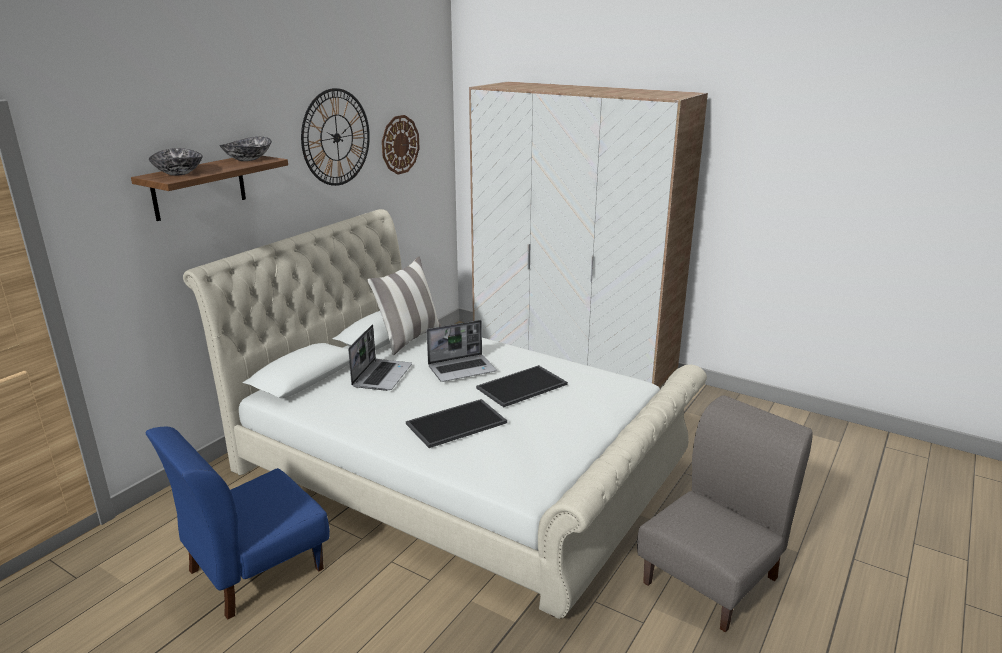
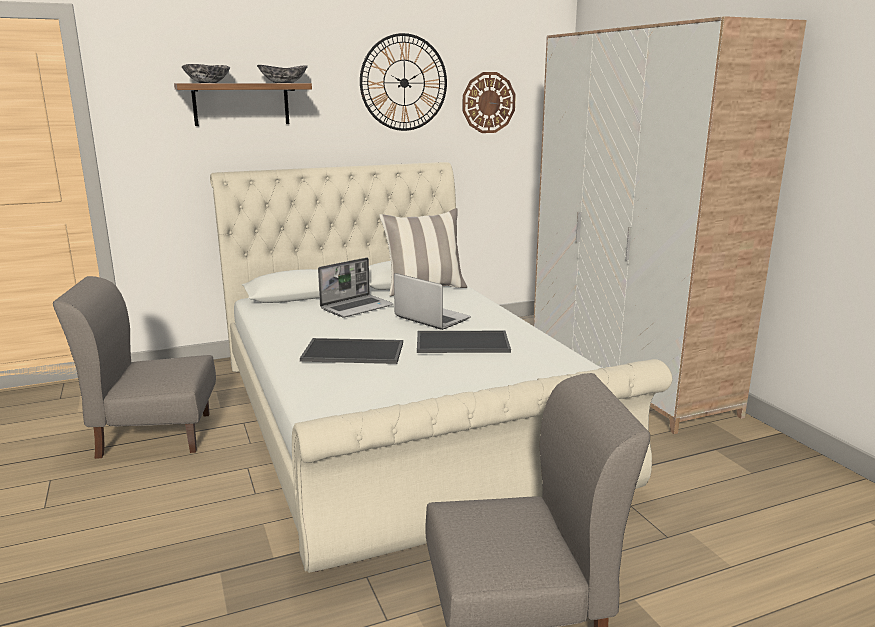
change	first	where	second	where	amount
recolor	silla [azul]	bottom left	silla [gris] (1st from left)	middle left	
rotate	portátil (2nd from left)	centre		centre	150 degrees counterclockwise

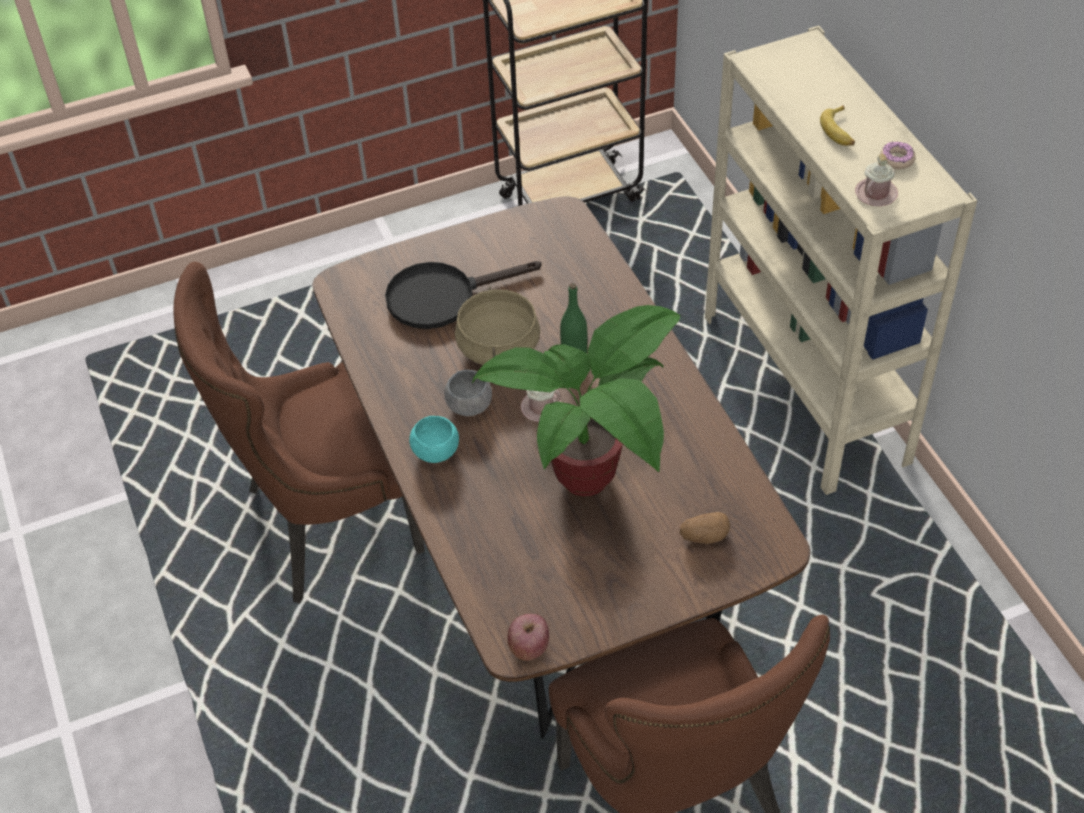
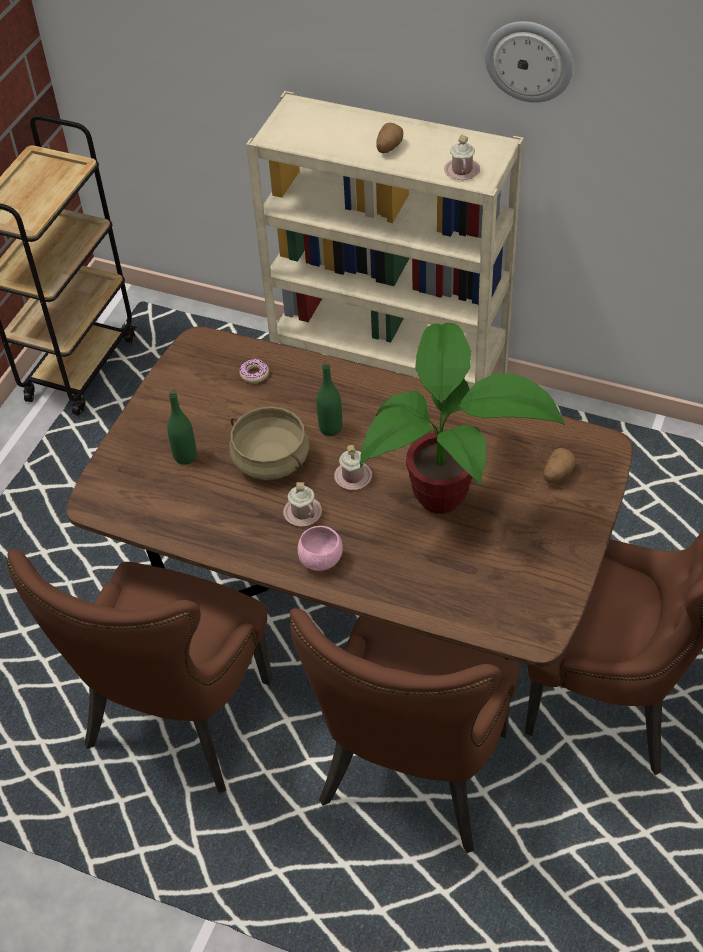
change	first	where	second	where	amount
replace	sartén [negro]	centre	botella [verde] (1st from left)	middle left	
move	rosquilla	top right		centre	
replace	cuenco [gris]	centre	taza grande [rosa] (1st from left)	centre	
insert			silla [marrón] (2nd from left)	bottom centre	
recolor	cuenco [turquesa]	centre	cuenco [rosa]	centre	
replace	plátano	top right	patata (1st from left)	top centre	
insert			reloj de pared	top right	
delete	manzana	bottom centre			

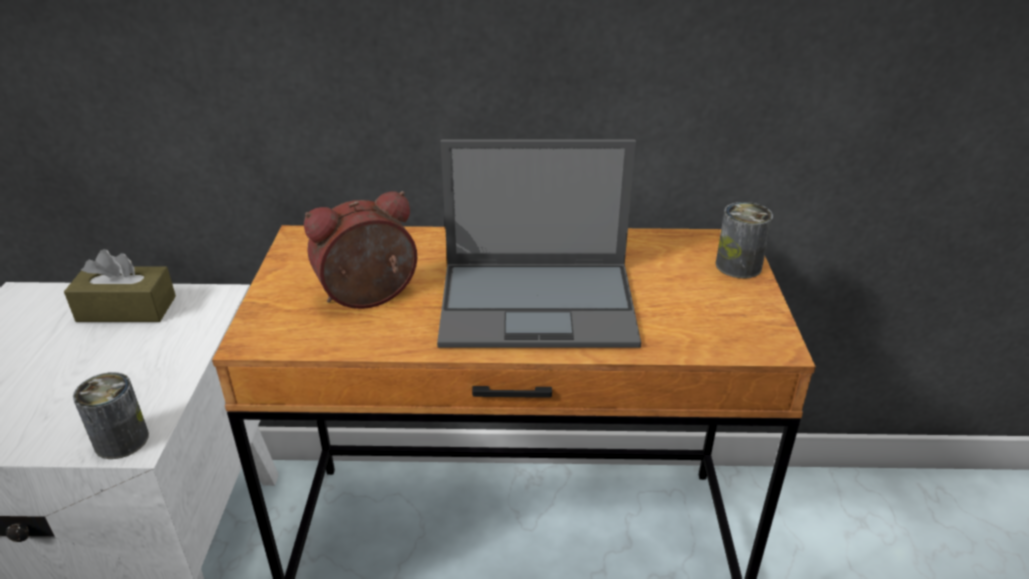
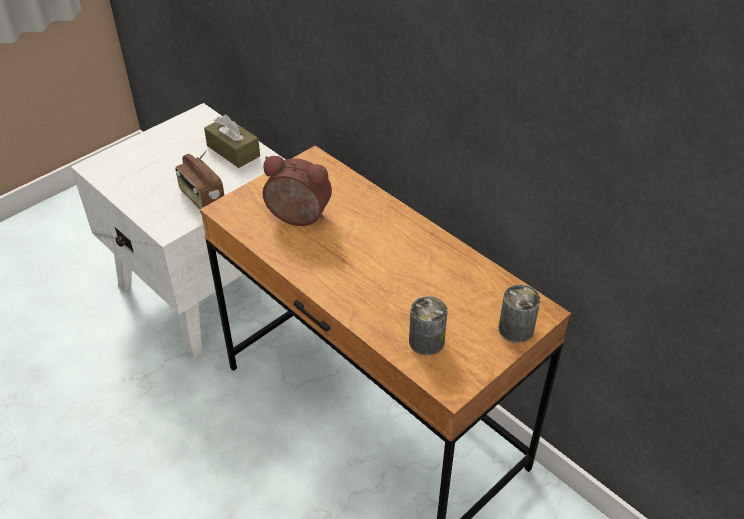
change	first	where	second	where	amount
insert			radio	middle left	
move	lata (1st from left)	bottom left		centre	
delete	portátil	centre			

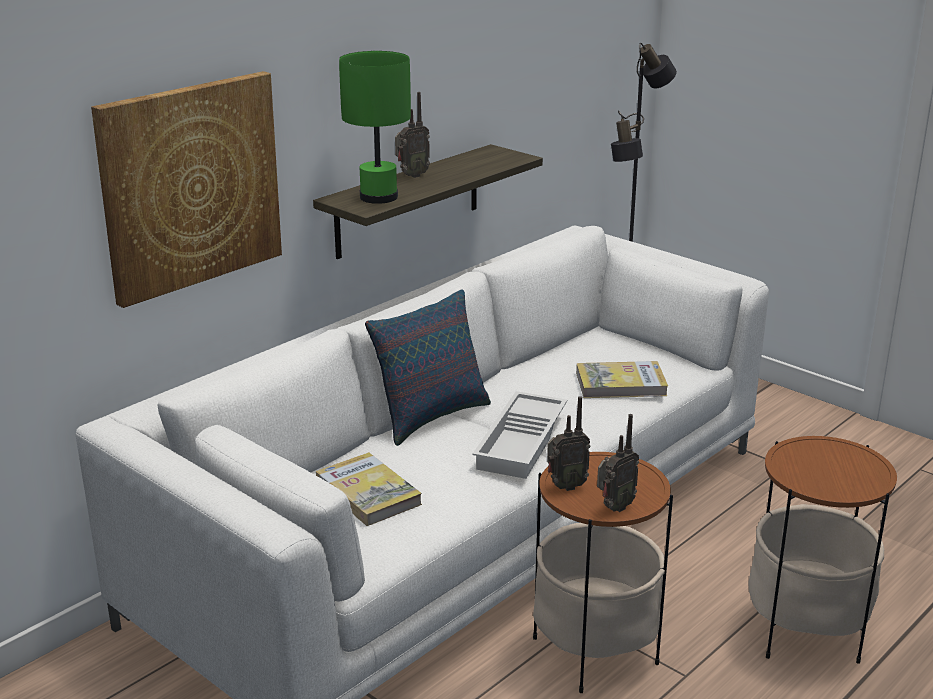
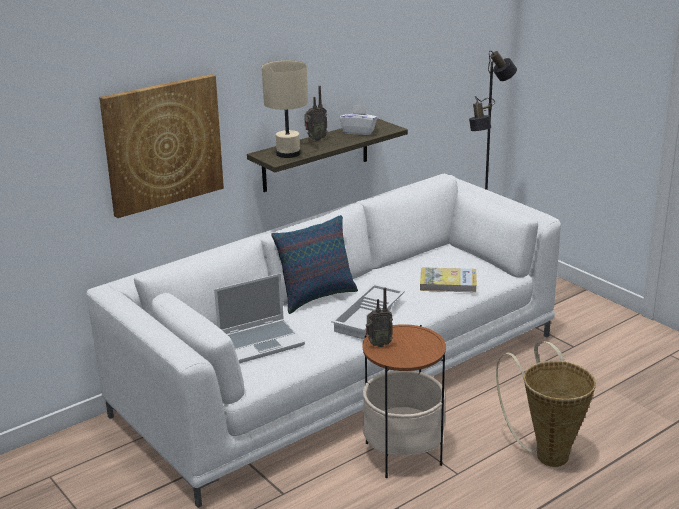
change	first	where	second	where	amount
replace	libro (1st from left)	bottom centre	portátil	centre	
recolor	lámpara de mesa [verde]	top centre	lámpara de mesa [beis]	top centre	
insert			caja de pañuelos [blanco]	top centre	
replace	mesa auxiliar (2nd from left)	bottom right	cesta	bottom right	
delete	radio (3rd from left)	centre			

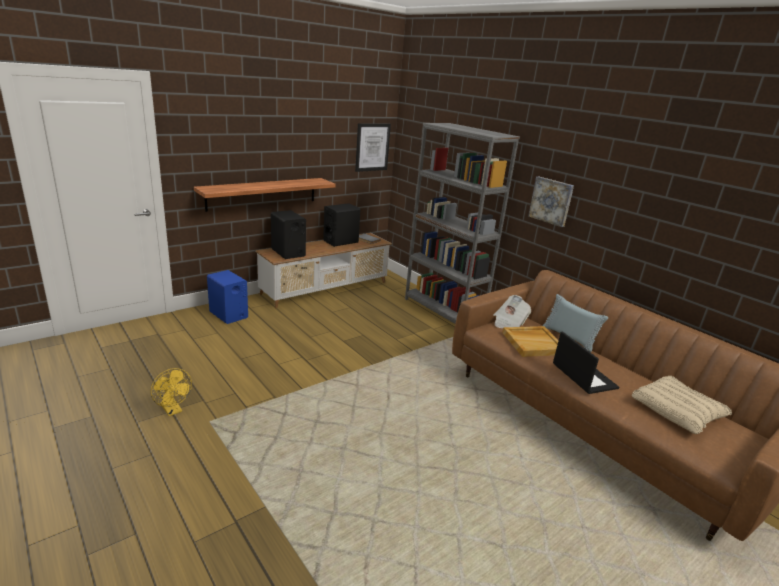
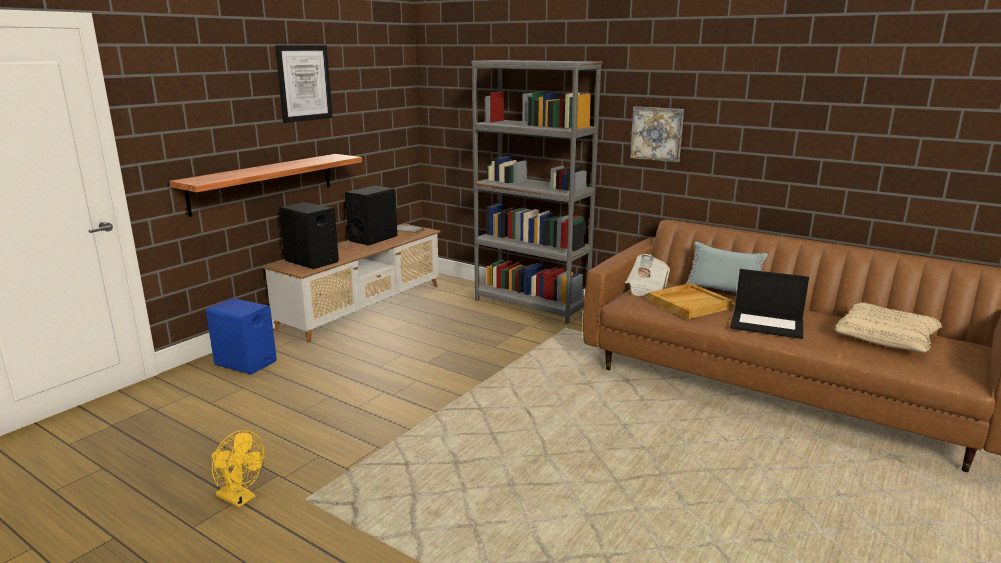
change	first	where	second	where	amount
move	cuadro (1st from left)	top centre		top left	
rotate	portátil	middle right		middle right	150 degrees clockwise

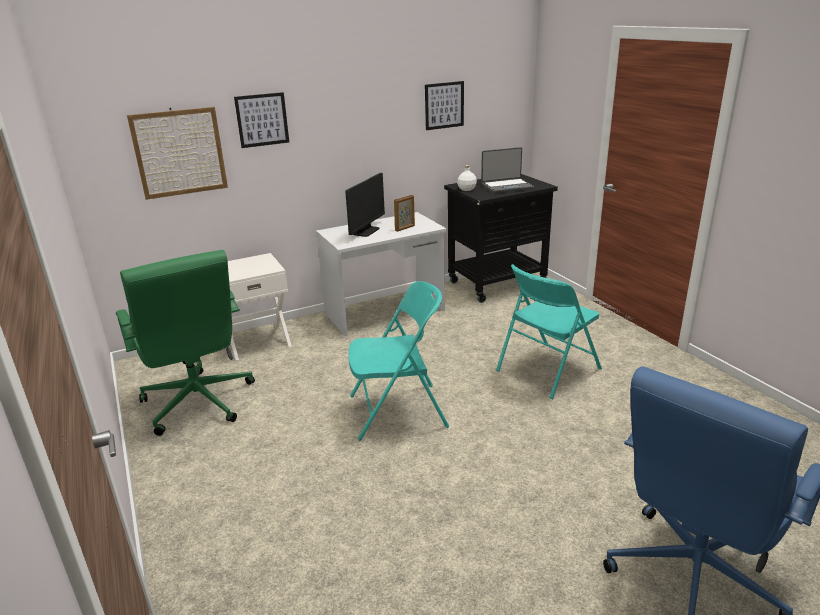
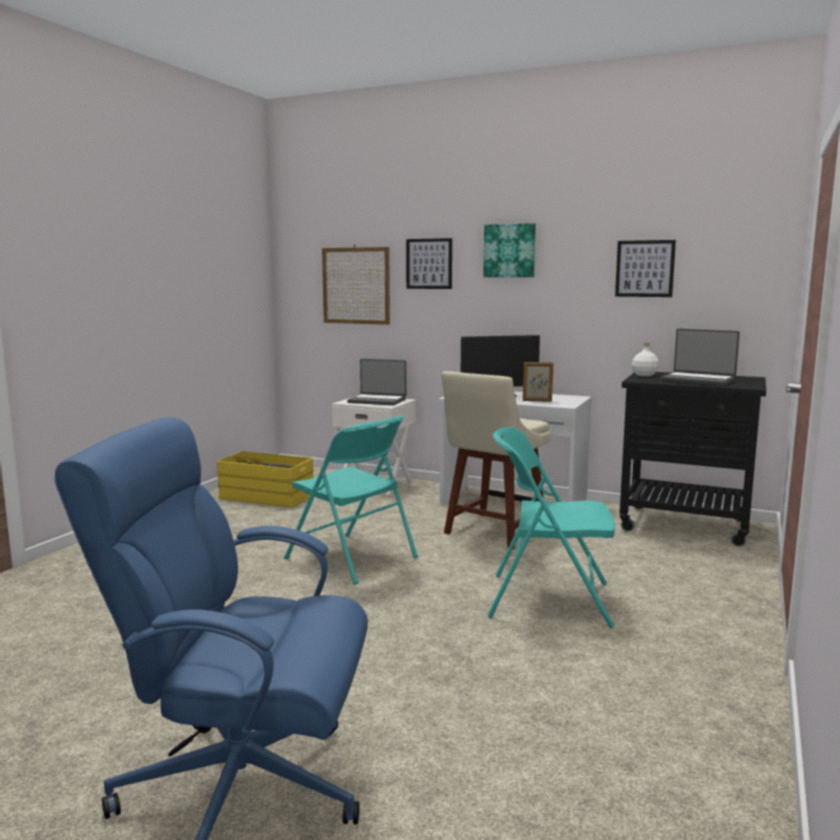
change	first	where	second	where	amount
replace	silla de oficina [verde]	middle left	caja de almacenaje [amarillo]	middle left	
insert			portátil (1st from left)	centre	
insert			taburete [beis]	centre	
insert			cuadro (3rd from left)	top centre	

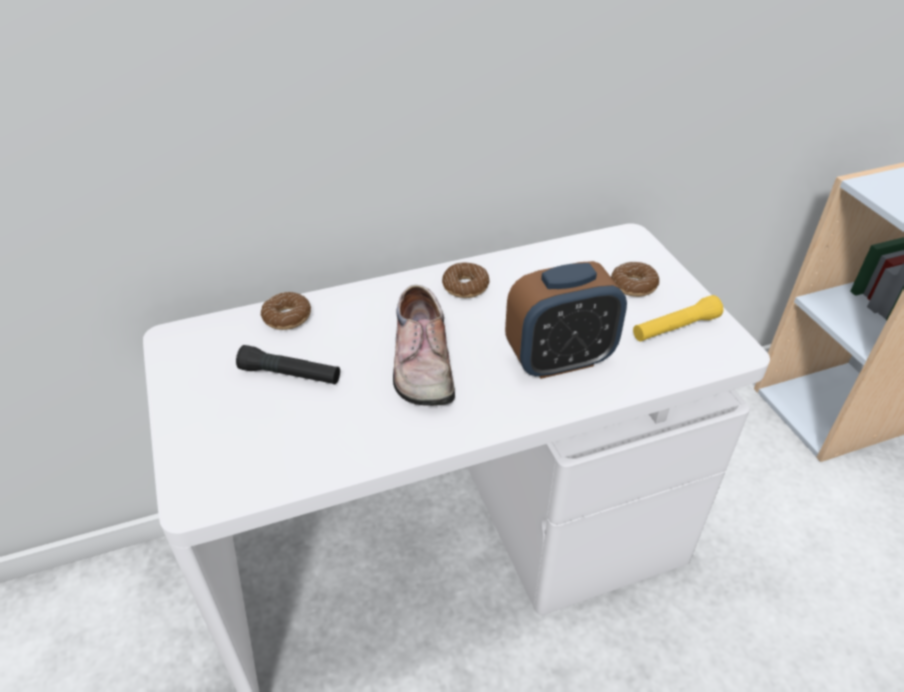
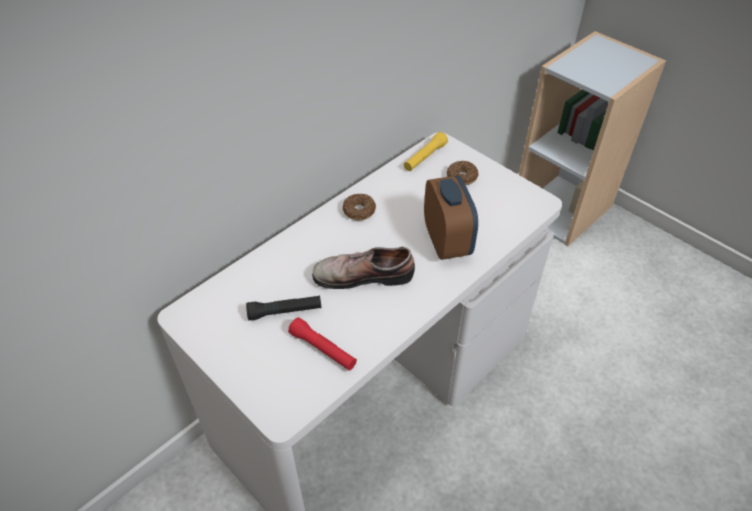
change	first	where	second	where	amount
insert			linterna [rojo]	bottom centre	
rotate	zapato	centre		centre	120 degrees clockwise
move	linterna [amarillo]	middle right		top centre	
rotate	despertador	centre		centre	60 degrees counterclockwise
delete	rosquilla (1st from left)	middle left			

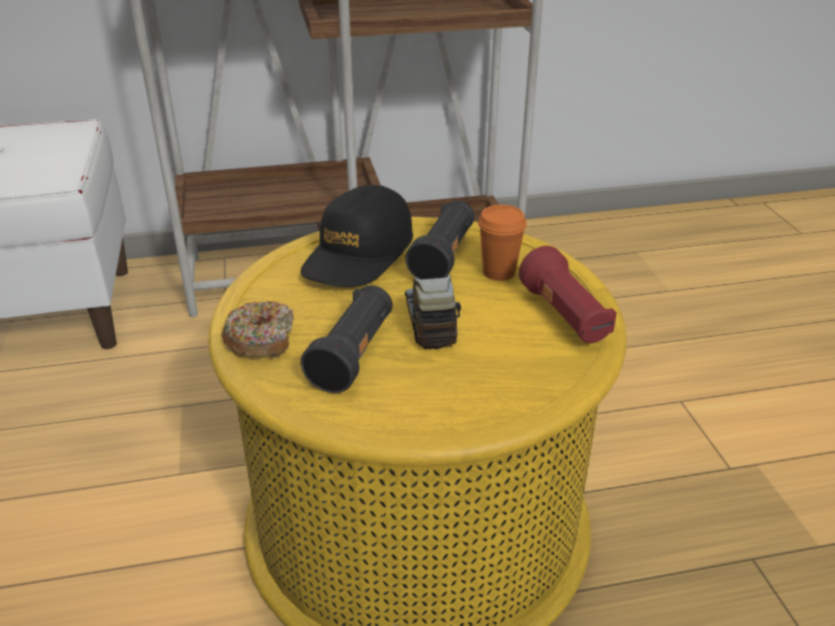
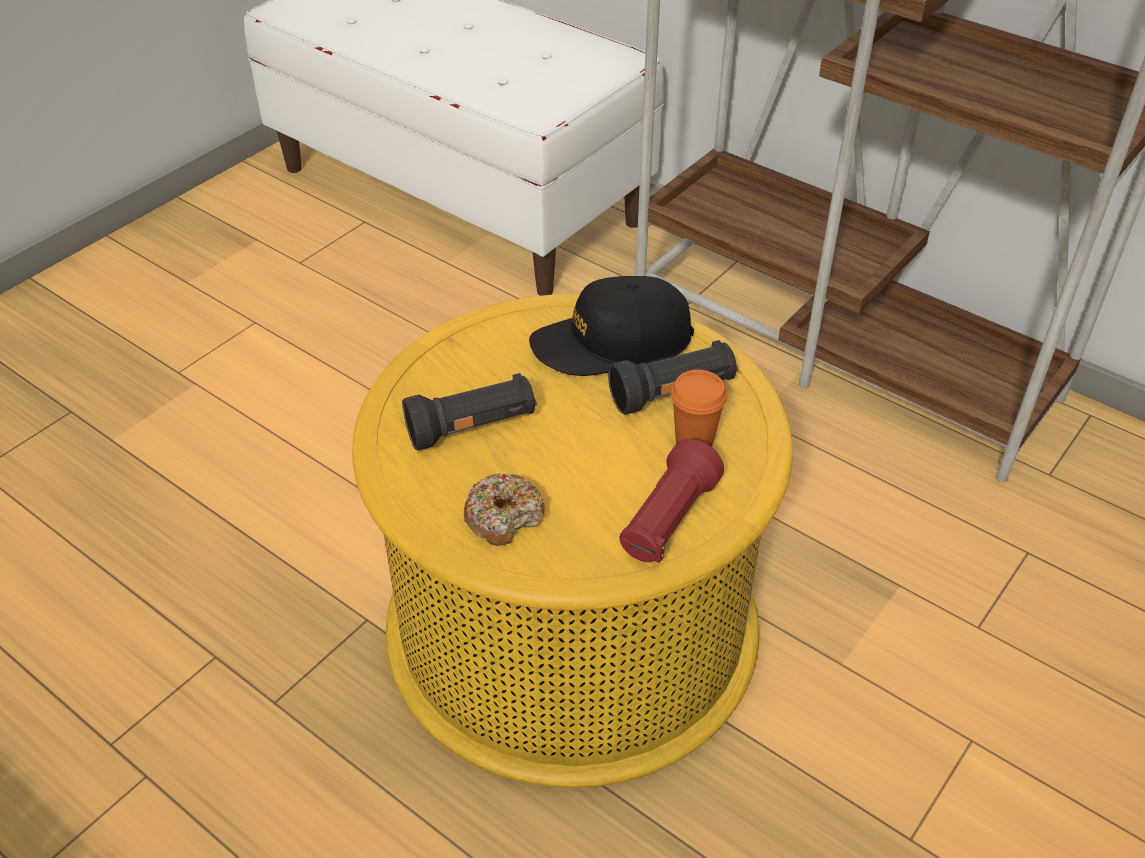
change	first	where	second	where	amount
move	rosquilla	middle left		centre	
delete	camión de juguete	centre			

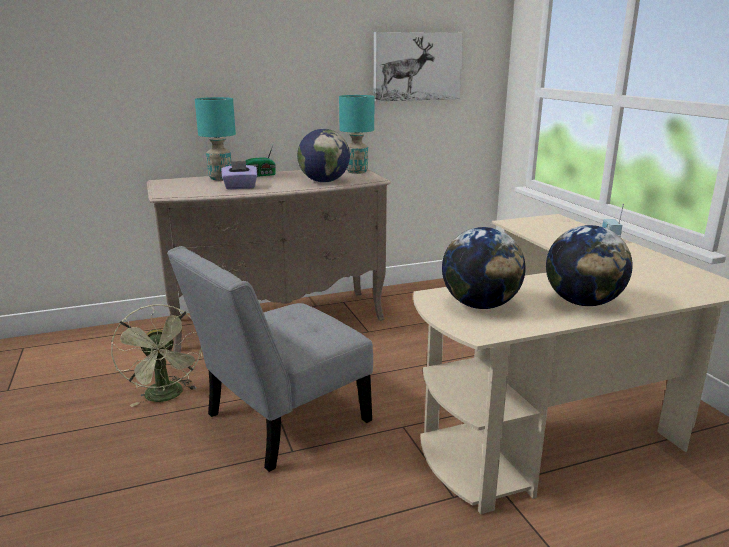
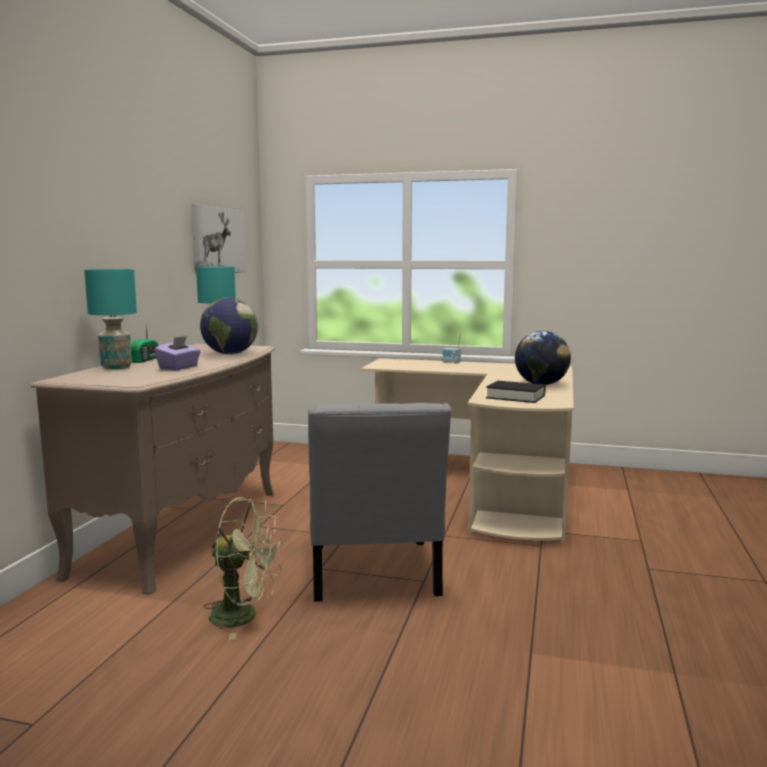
change	first	where	second	where	amount
replace	globo terráqueo (2nd from left)	centre	libro [negro]	middle right	

